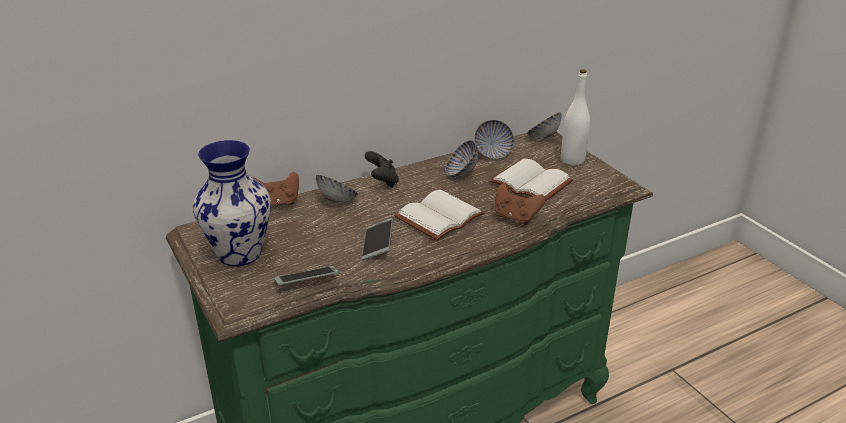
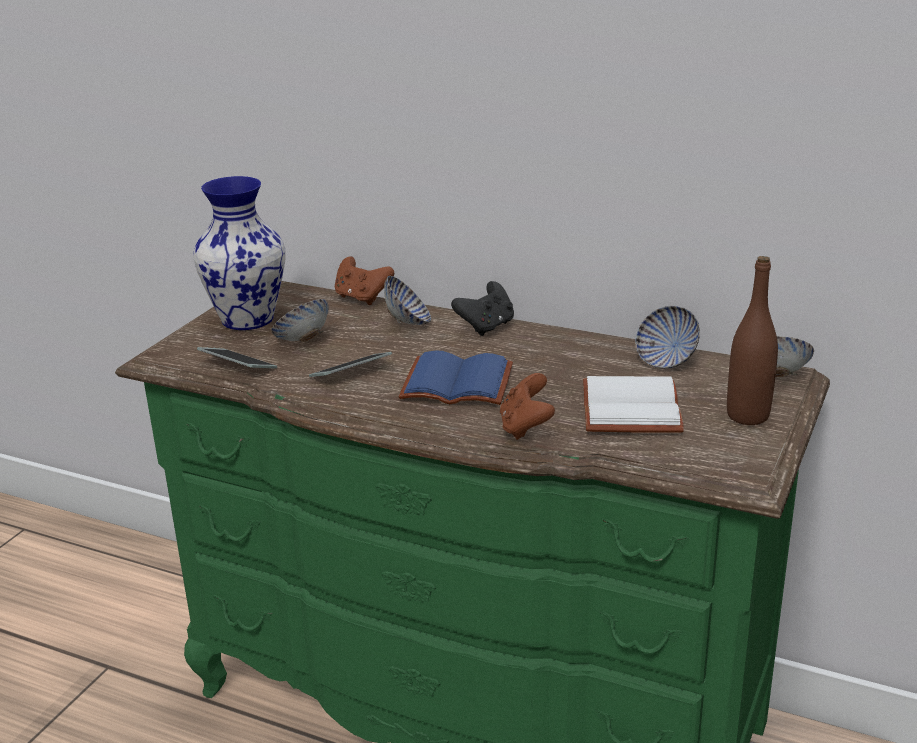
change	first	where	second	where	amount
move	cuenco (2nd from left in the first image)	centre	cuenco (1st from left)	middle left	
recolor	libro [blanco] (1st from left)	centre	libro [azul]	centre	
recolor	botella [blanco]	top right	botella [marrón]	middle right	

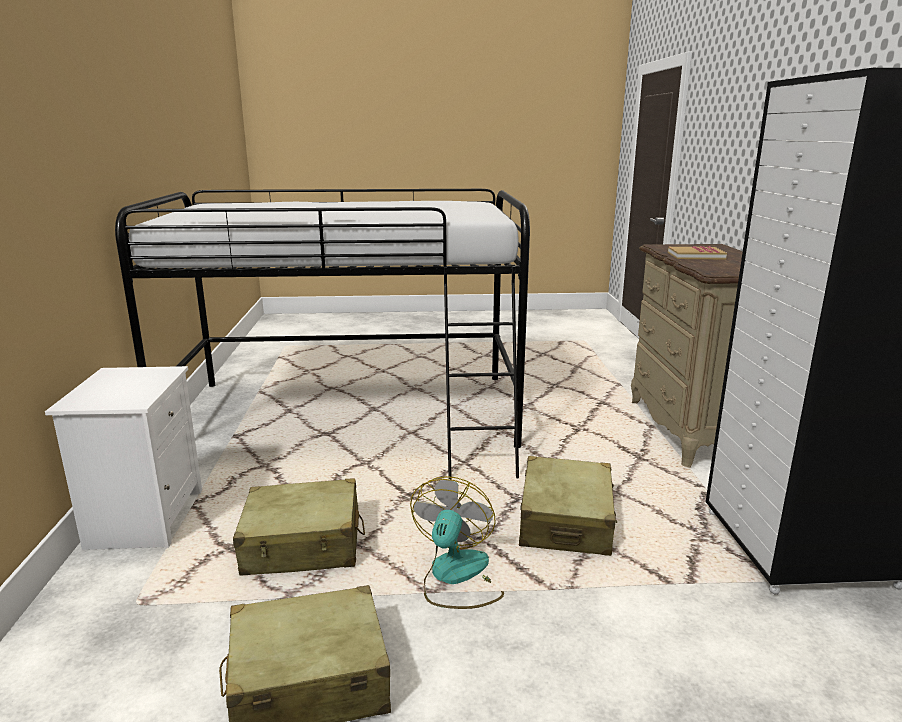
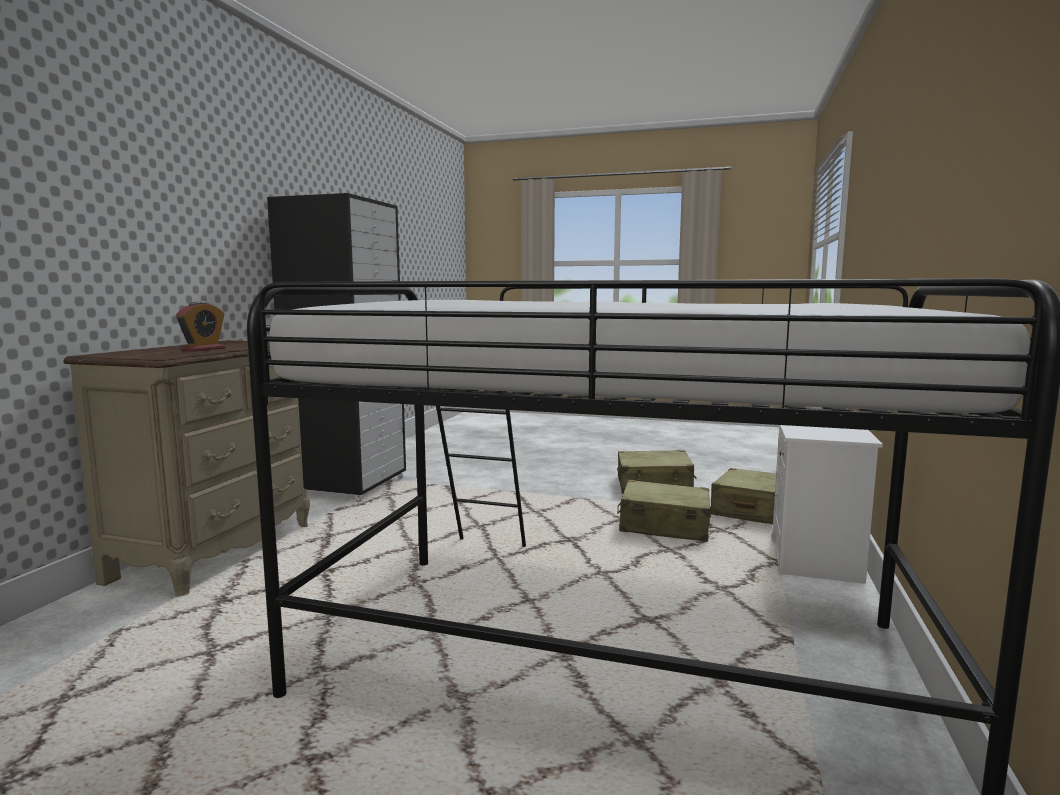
change	first	where	second	where	amount
replace	libro	middle right	despertador	middle left	
move	maleta [beis] (3rd from left)	bottom centre		middle right	
delete	ventilador	bottom centre			

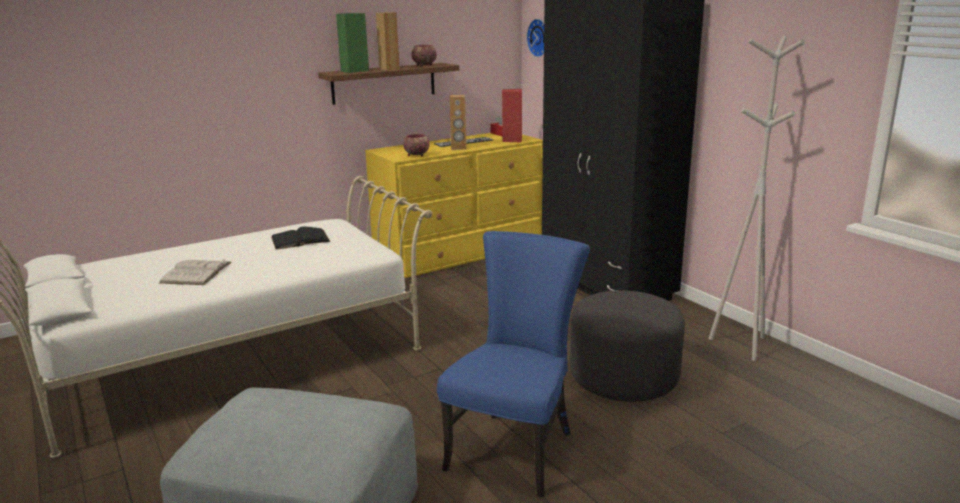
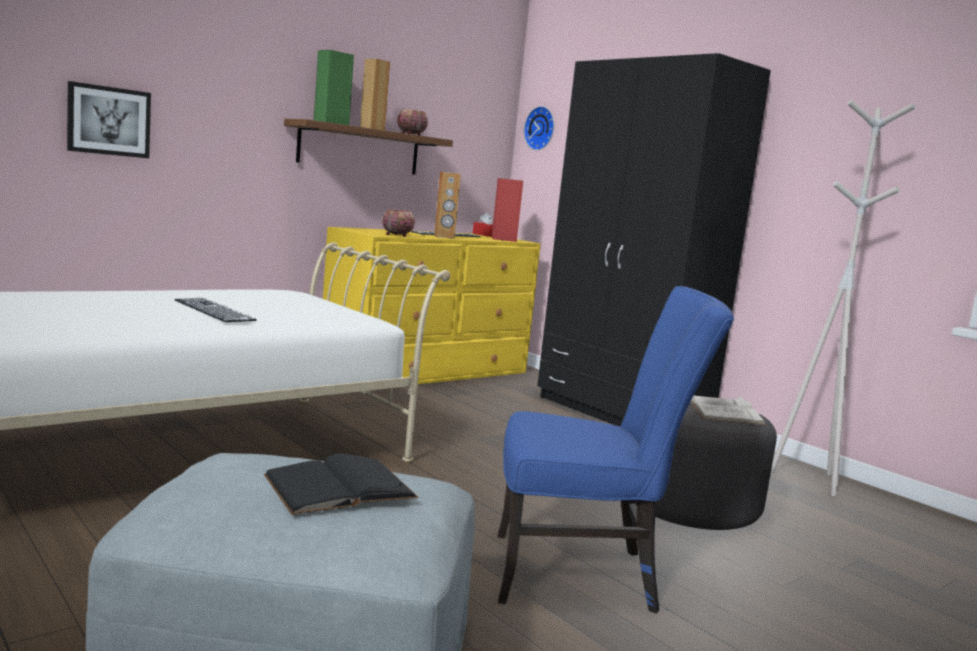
change	first	where	second	where	amount
insert			cuadro	top left	
insert			teclado (1st from left)	middle left	
move	libro [negro]	middle left		bottom centre	
rotate	silla [azul]	bottom centre		bottom centre	75 degrees clockwise
move	libro [blanco]	middle left		middle right	

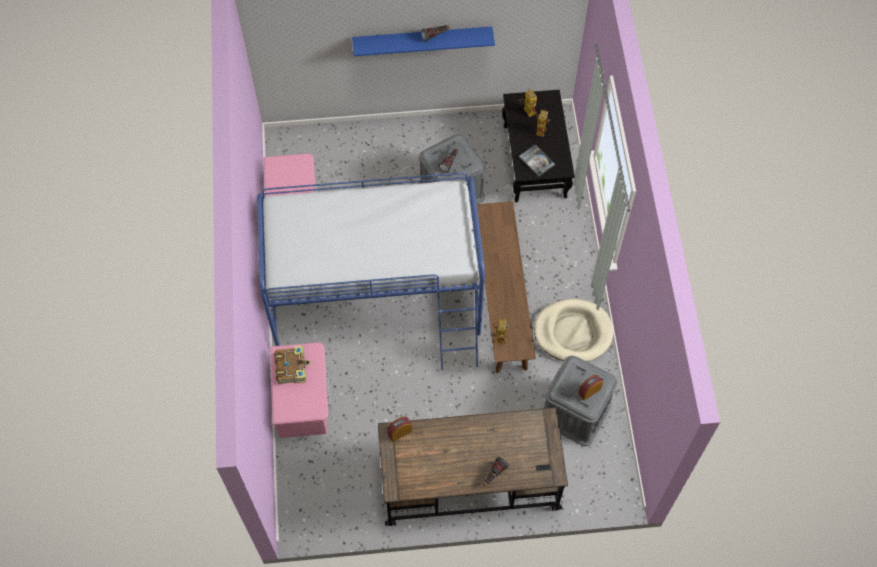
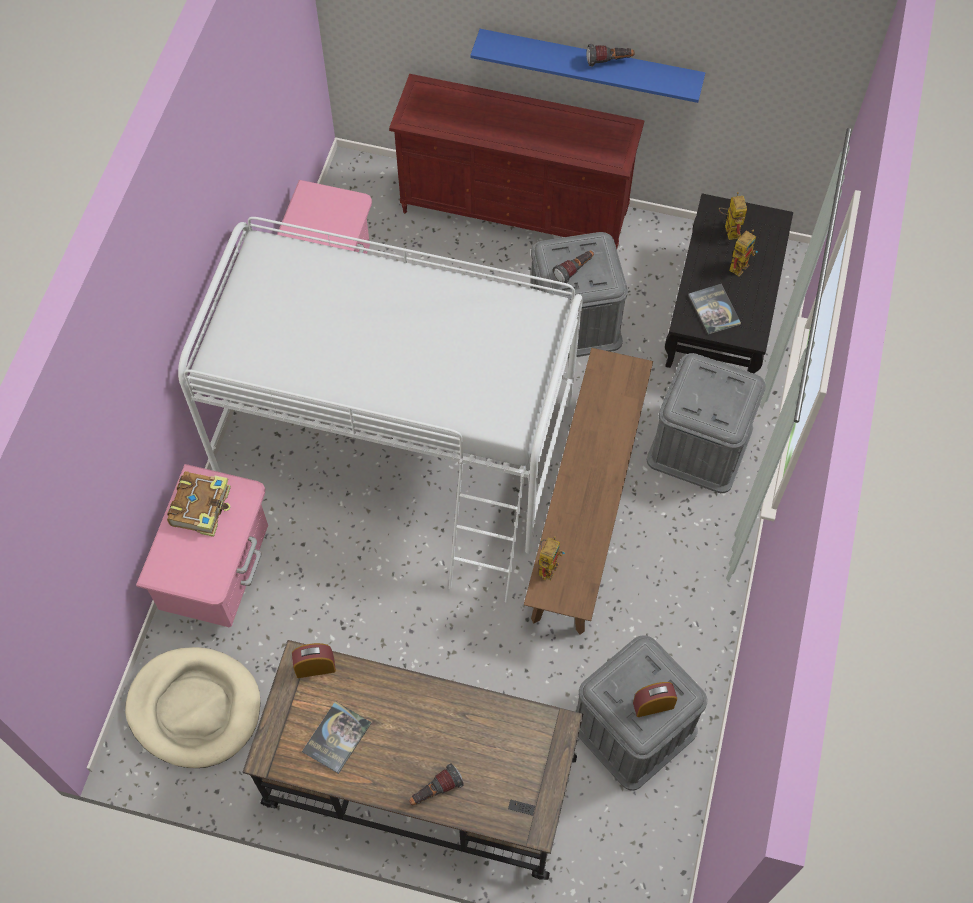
change	first	where	second	where	amount
move	cama para perro [beis]	centre		bottom left	
recolor	cama [azul]	centre	cama [blanco]	centre	
insert			libro (2nd from left)	bottom centre	
insert			cómoda [rojo]	top centre	
insert			caja de almacenaje [gris] (3rd from left)	middle right	

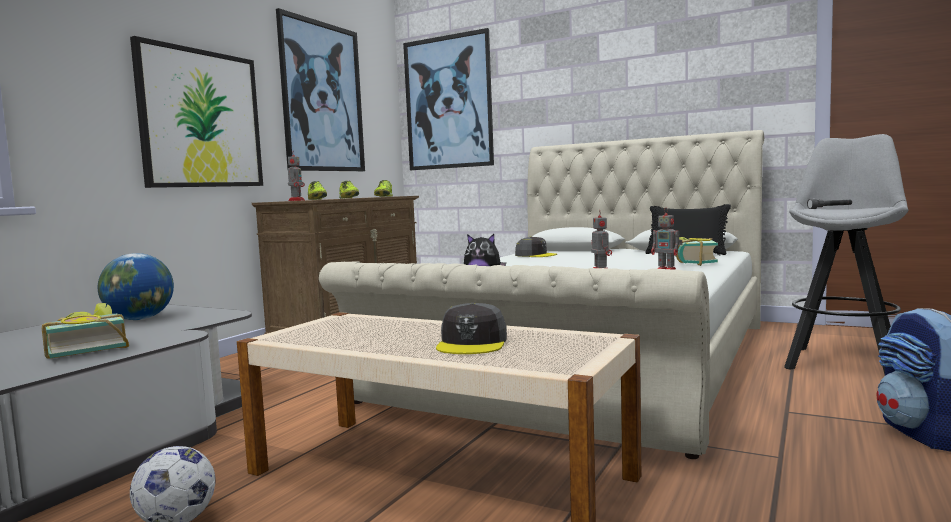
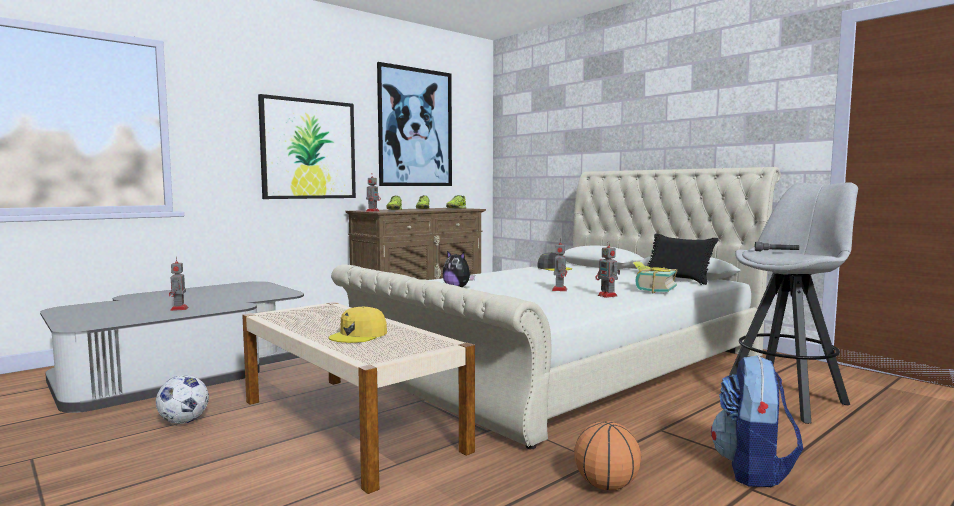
change	first	where	second	where	amount
replace	libro (1st from left)	middle left	robot de juguete (1st from left)	middle left	
recolor	gorra [gris] (1st from left)	centre	gorra [amarillo]	centre	
insert			balón de baloncesto	bottom centre	
delete	globo terráqueo	middle left			
delete	cuadro (3rd from left)	top centre			

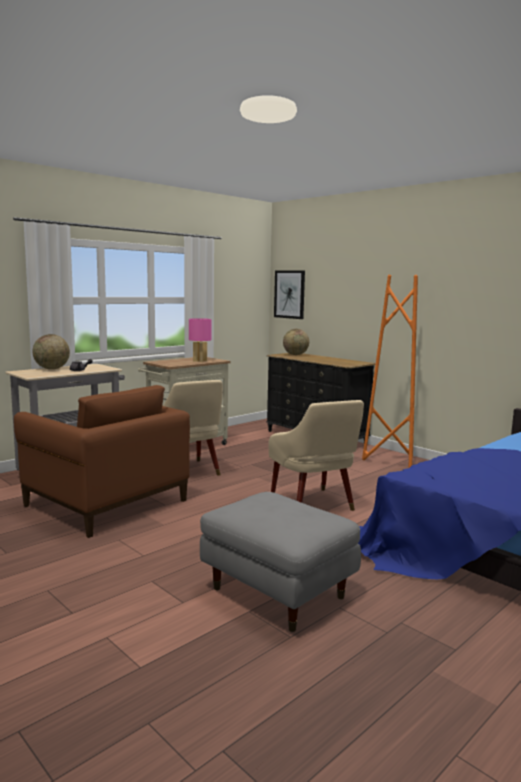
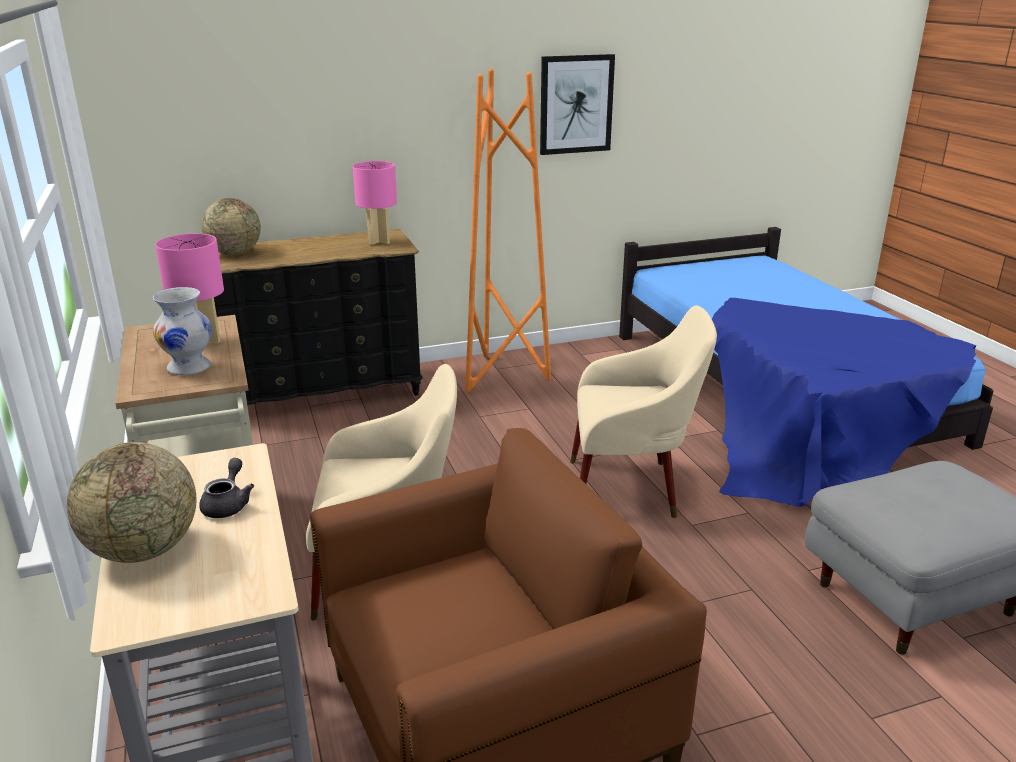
change	first	where	second	where	amount
insert			florero [blanco]	middle left	
insert			lámpara de mesa [rosa] (2nd from left)	top centre	
move	cuadro	centre		top centre	

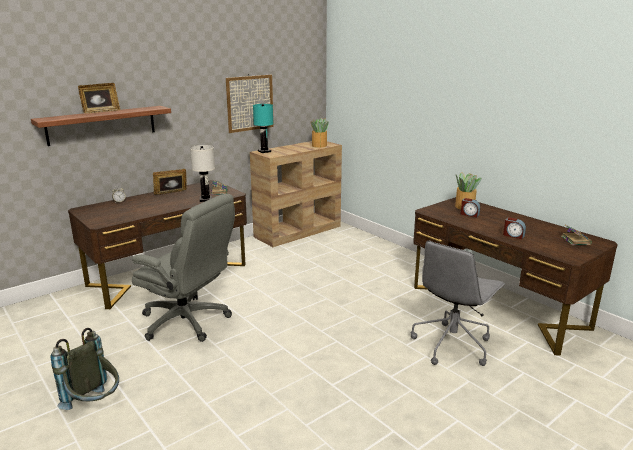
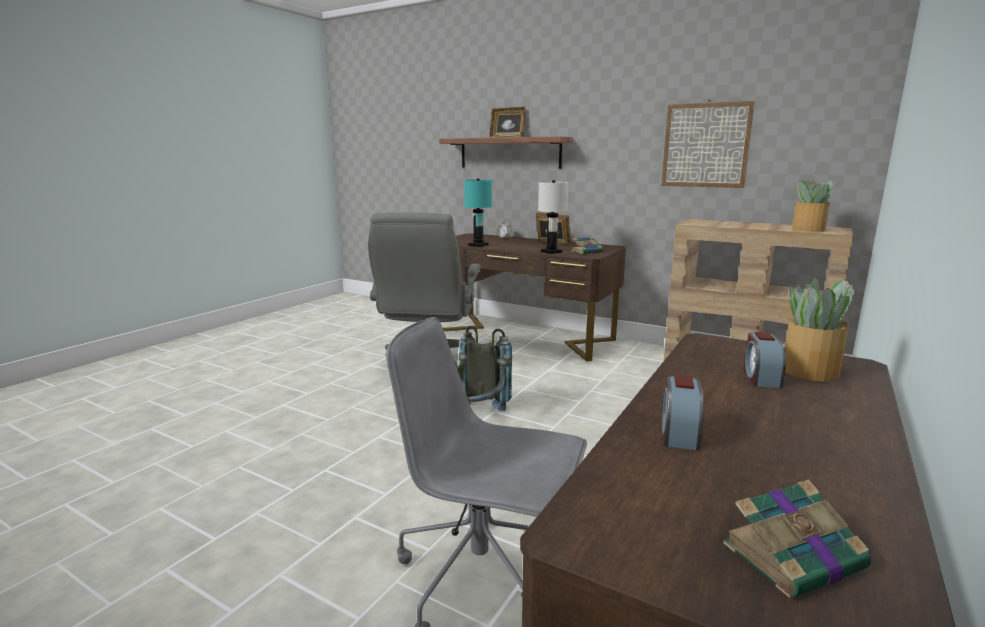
change	first	where	second	where	amount
move	mochila [gris]	bottom left		centre	
move	lámpara de mesa [turquesa]	top centre		centre	

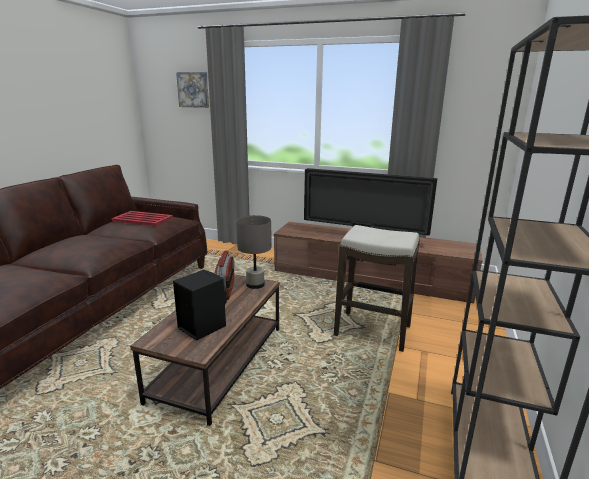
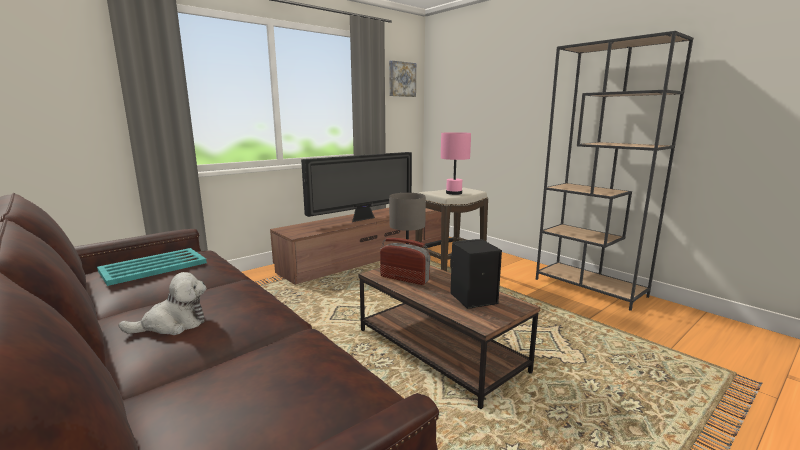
change	first	where	second	where	amount
recolor	bandeja [rojo]	middle left	bandeja [turquesa]	middle left	
insert			peluche	bottom left	
move	cuadro	top left		top centre	
insert			lámpara de mesa [rosa]	centre	

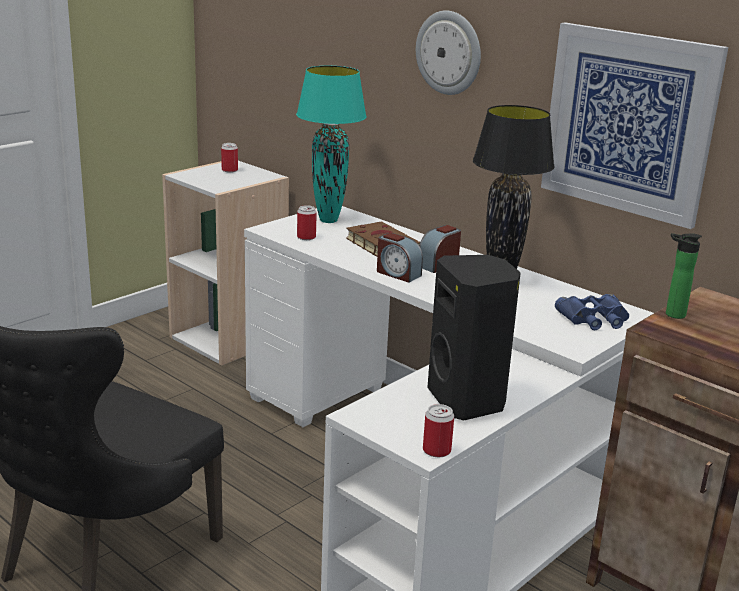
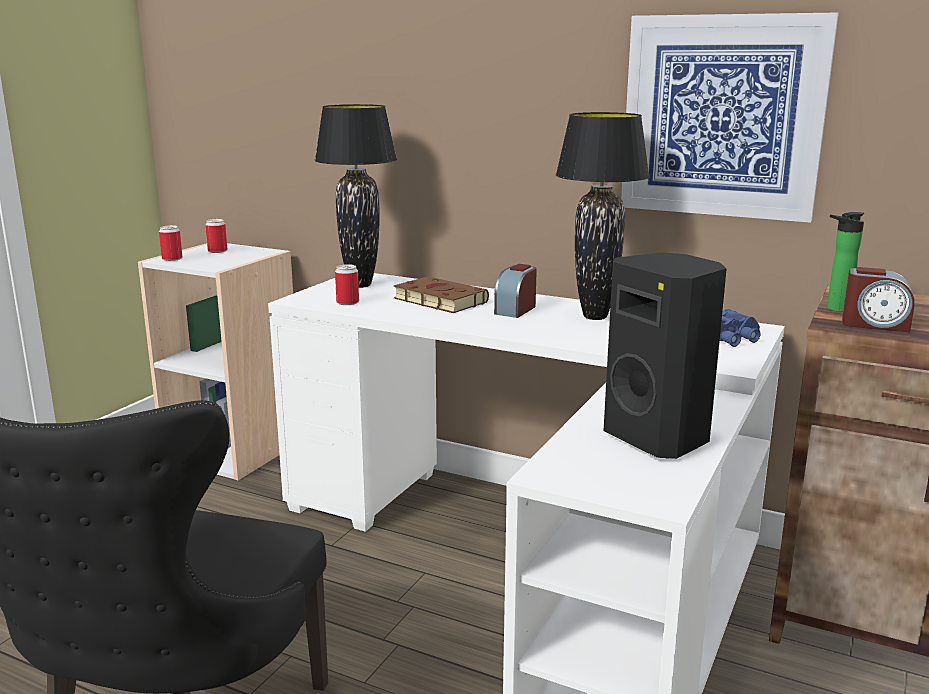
change	first	where	second	where	amount
move	lata (3rd from left in the first image)	bottom centre	lata (1st from left)	middle left	
recolor	lámpara de mesa [turquesa]	top centre	lámpara de mesa [negro] (1st from left)	top centre	
move	despertador (1st from left in the first image)	centre	despertador (2nd from left)	middle right	
delete	reloj de pared	top centre			

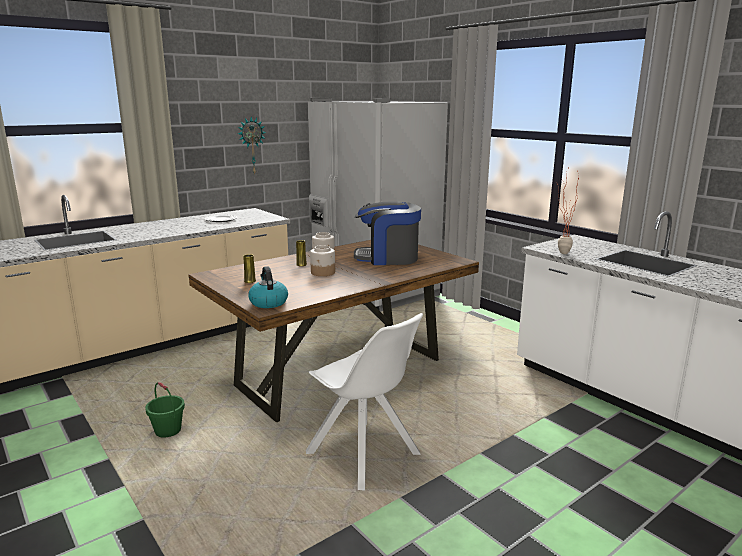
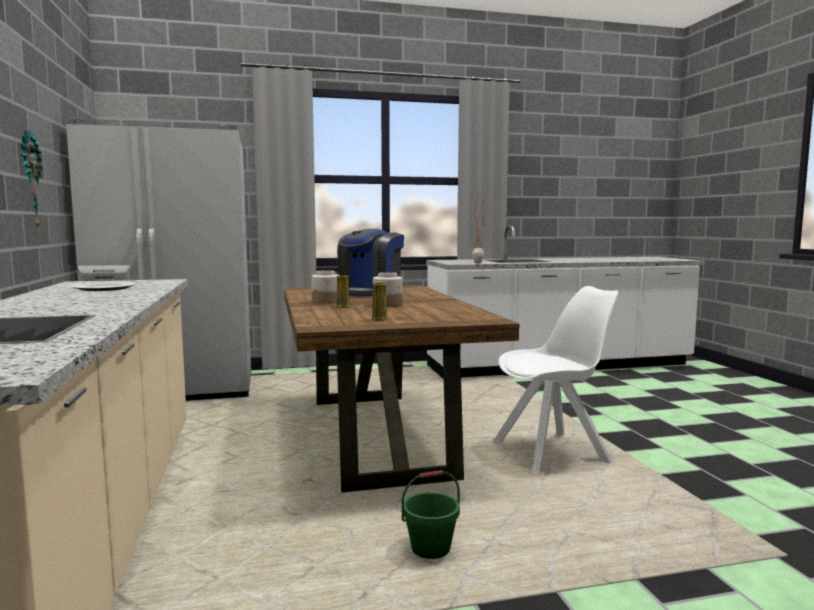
change	first	where	second	where	amount
delete	hervidor	centre			

